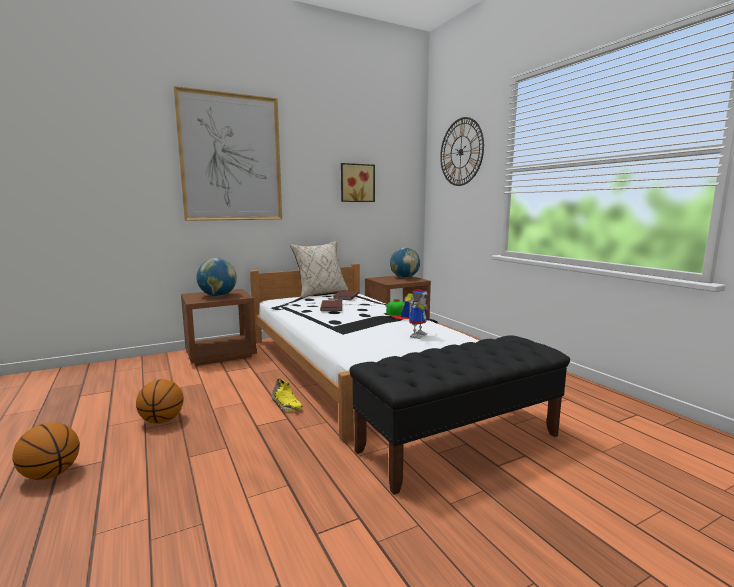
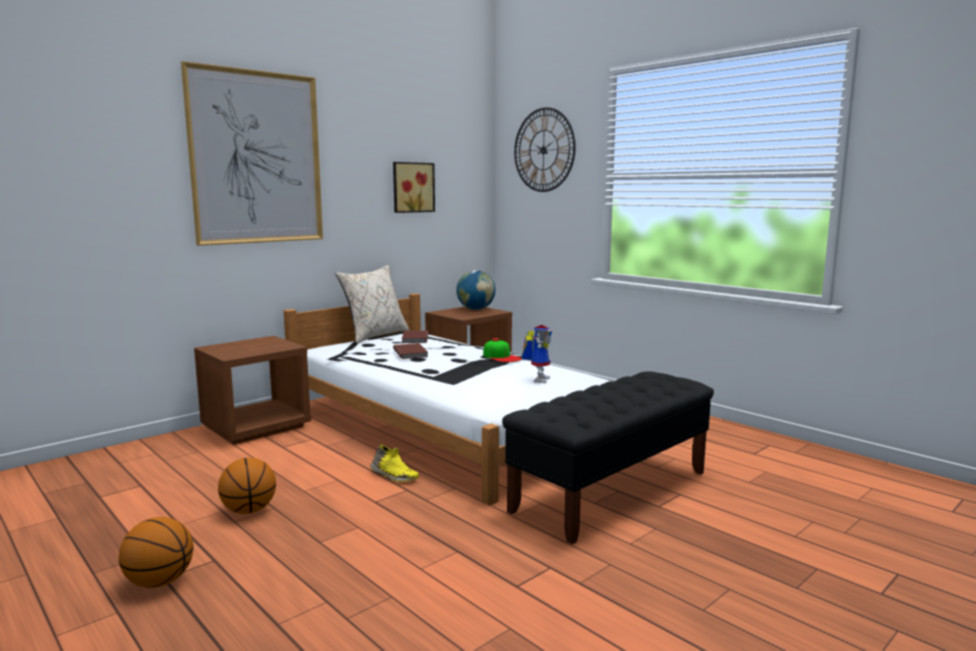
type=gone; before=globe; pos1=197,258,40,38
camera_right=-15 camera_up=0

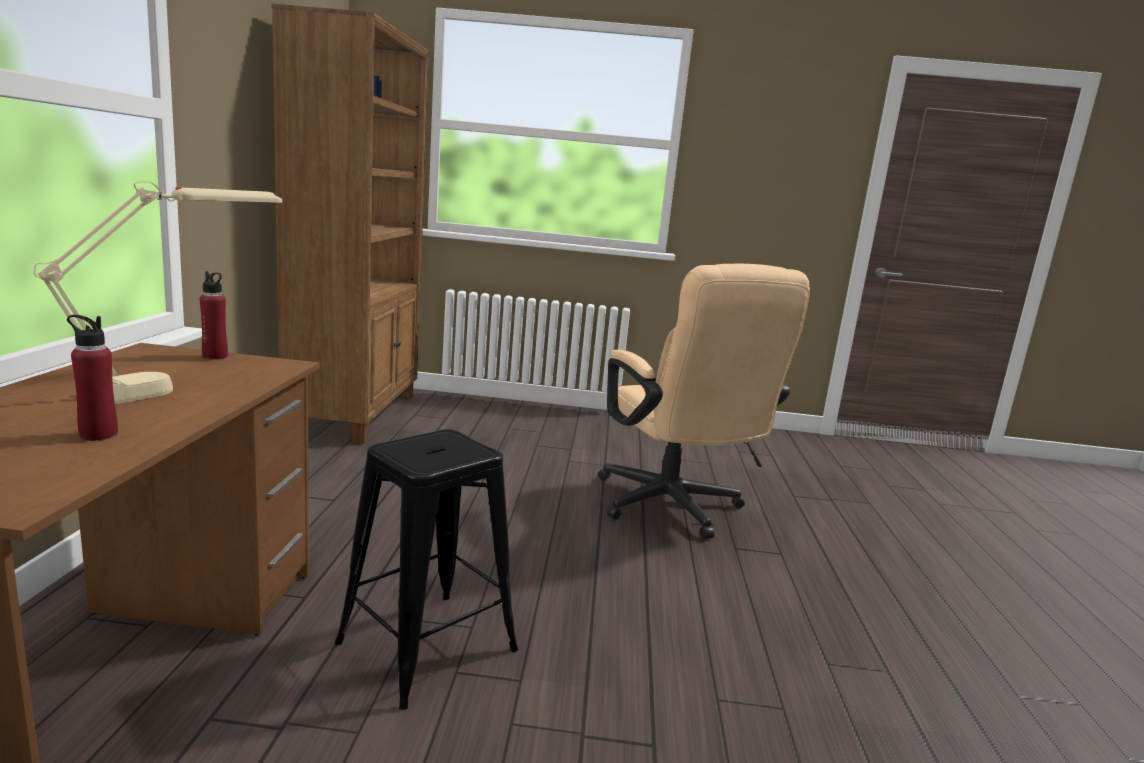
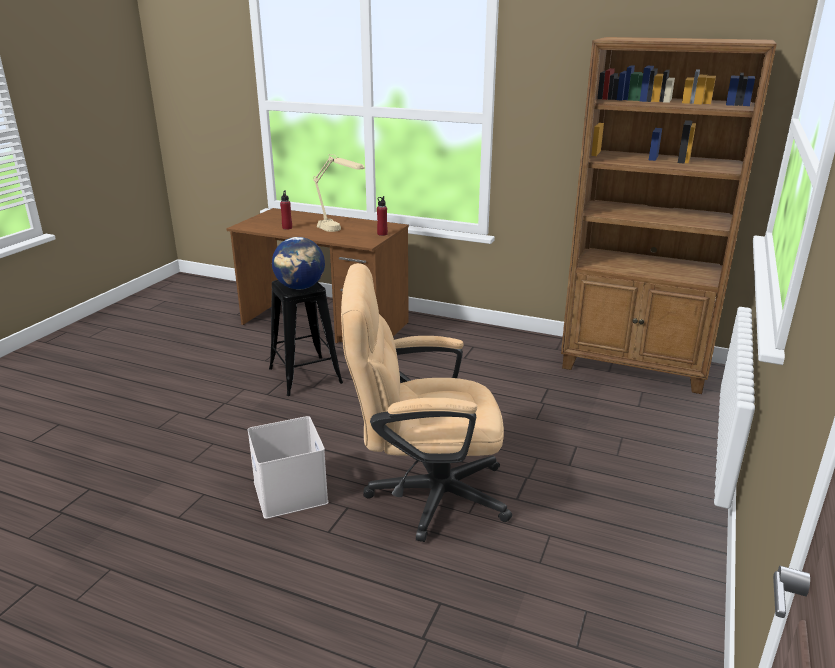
type=new; after=storage box/white; pos2=248,416,81,103
type=new; after=globe; pos2=272,237,53,53
camera_right=110 camera_up=10

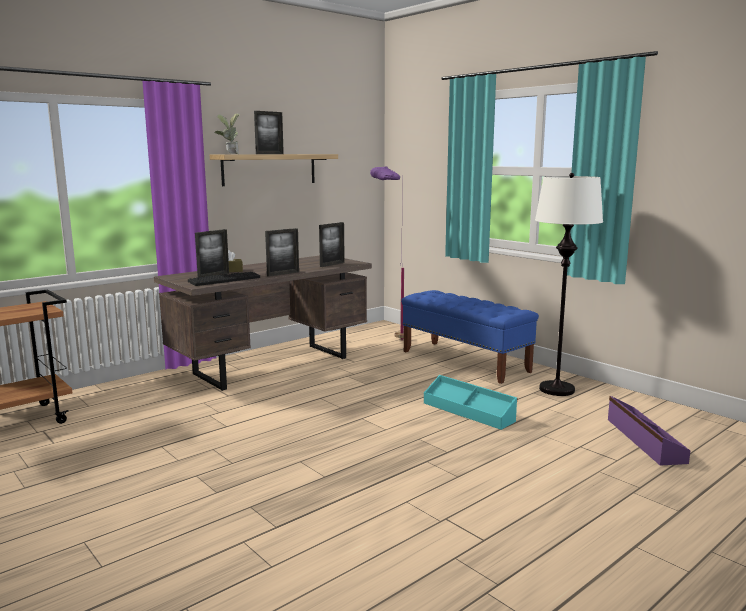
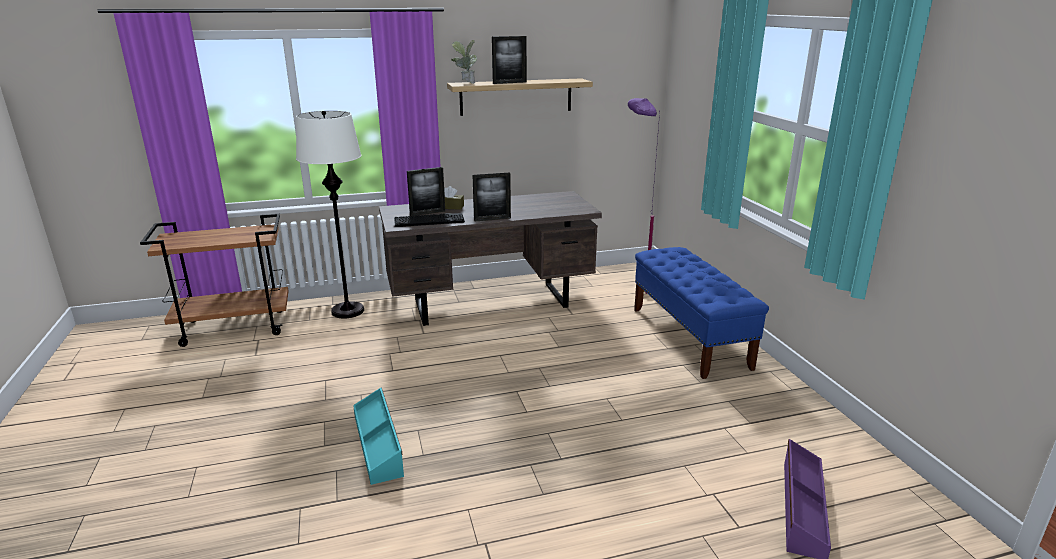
type=shifted; before=floor lamp/white; pos1=535,173,68,223; pos2=296,111,68,208
type=shifted; before=storage box/turquoise; pos1=424,375,93,55; pos2=353,388,51,97
type=gone; before=picture frame; pos1=319,222,26,45
camera_right=25 camera_up=10

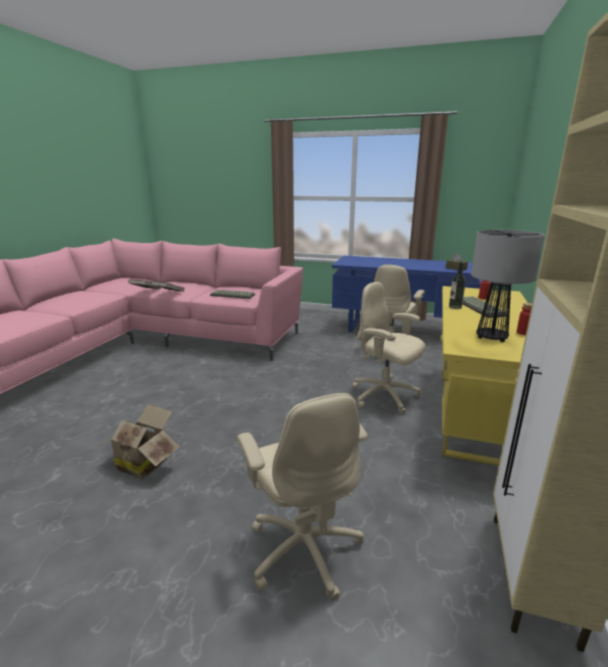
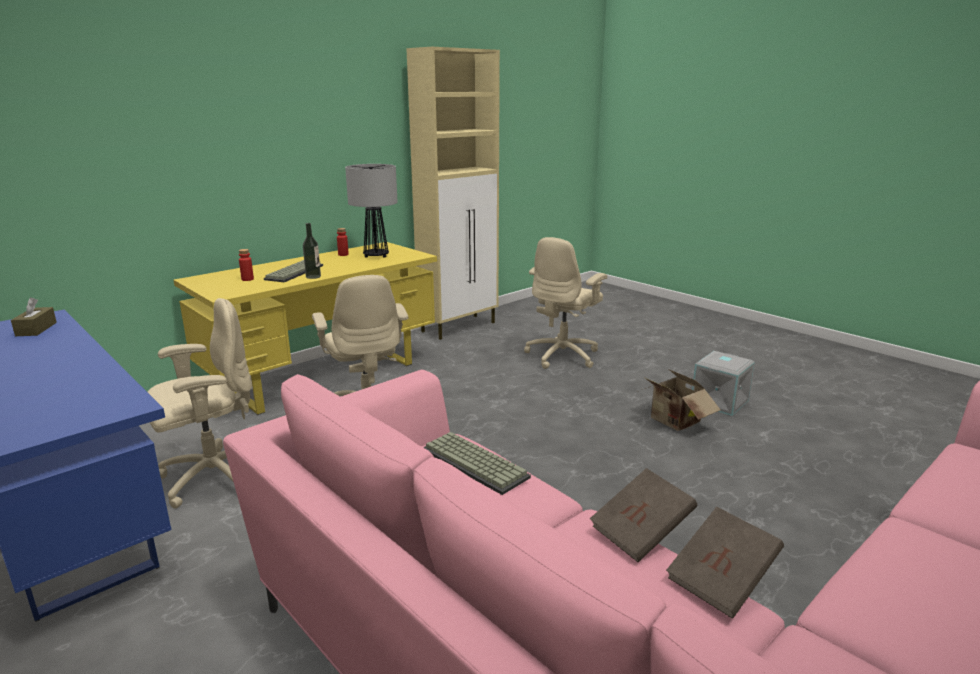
type=rotated; before=office chair/beige; pos1=237,393,131,208; pos2=524,237,83,132; turn=-150
type=new; after=storage box/grey; pos2=692,351,63,65
camera_right=-150 camera_up=0

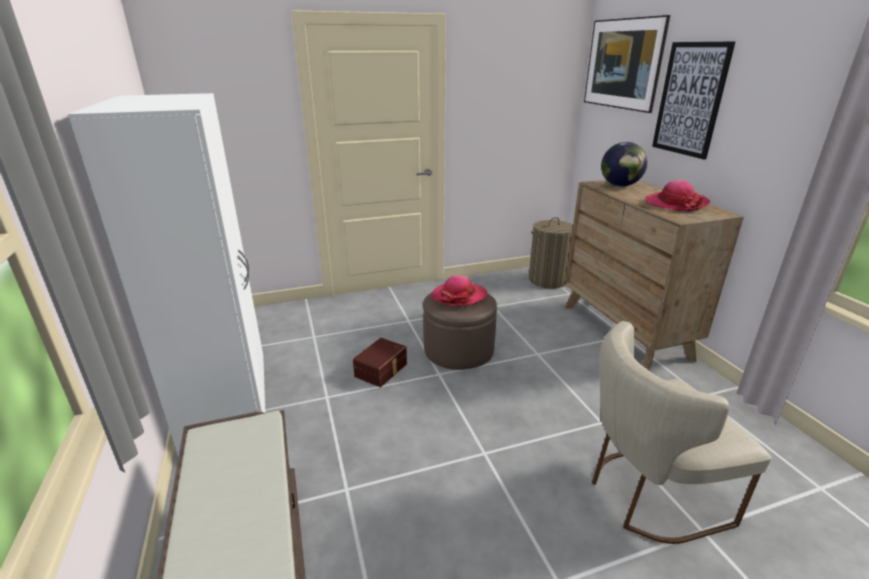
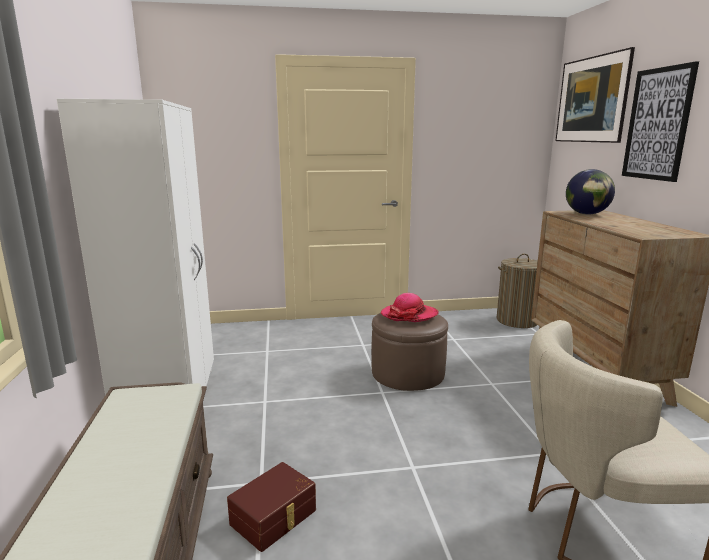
type=shifted; before=storage box/brown; pos1=353,338,54,49; pos2=227,462,89,90
type=gone; before=hat; pos1=645,180,66,31
camera_right=10 camera_up=-10

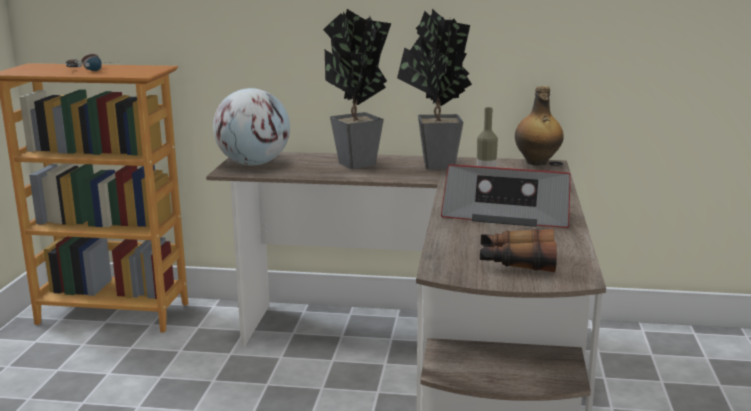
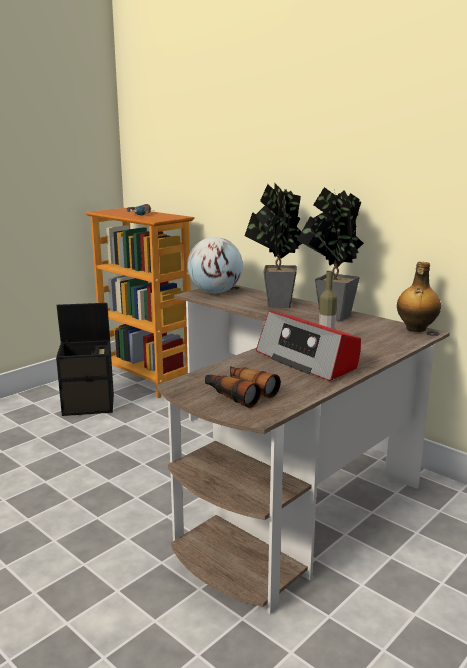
type=new; after=storage box/black; pos2=56,303,58,113
camera_right=35 camera_up=0

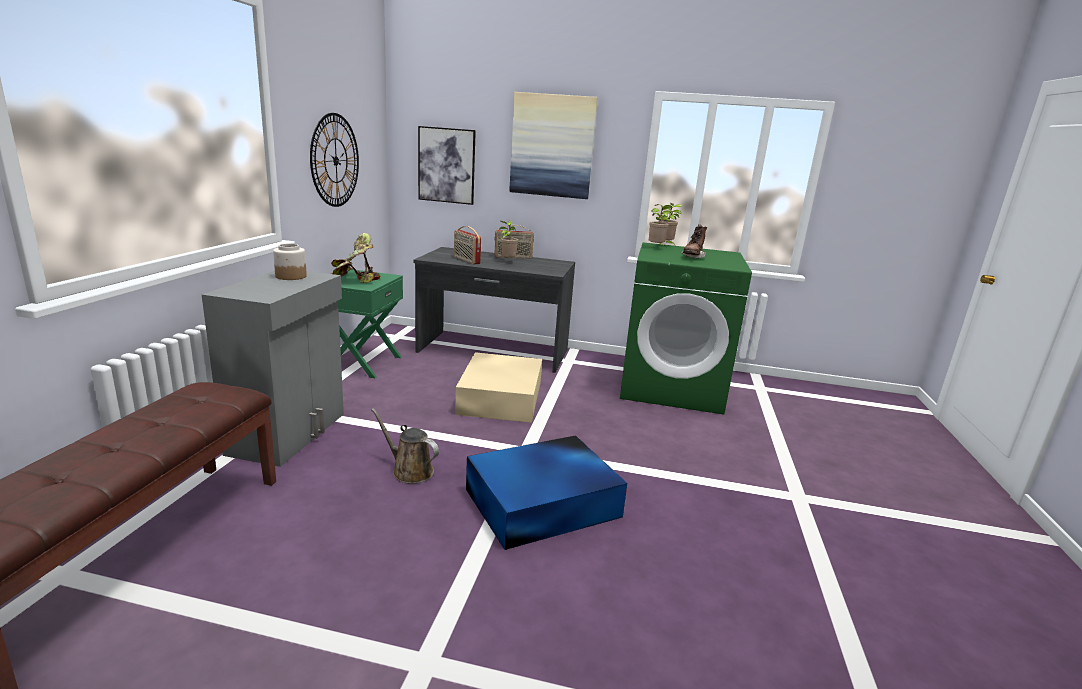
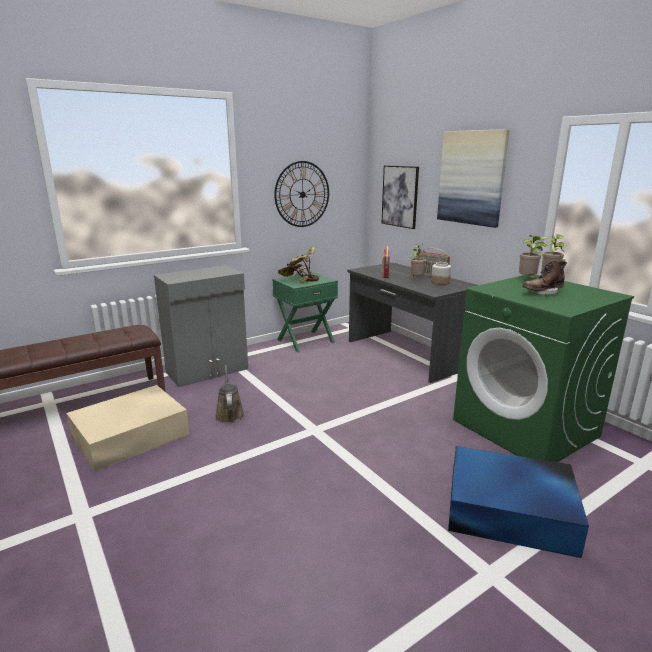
type=shifted; before=storage box/beige; pos1=455,352,87,71; pos2=66,385,123,86
type=shifted; before=jar; pos1=273,244,34,36; pos2=431,262,20,23
type=shifted; before=storage box/blue; pos1=466,435,161,115; pos2=448,446,141,112
camera_right=45 camera_up=0

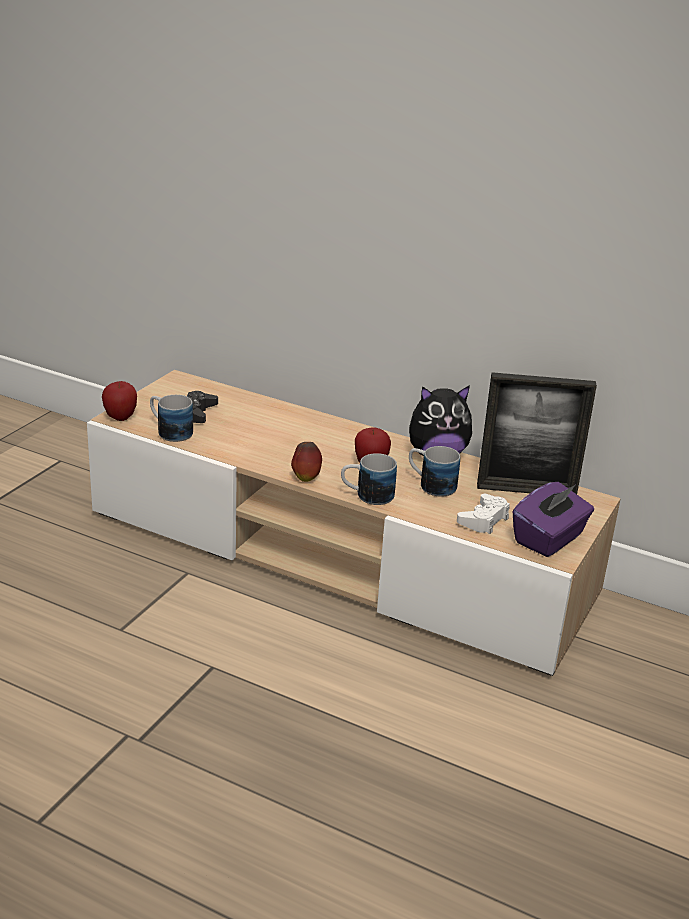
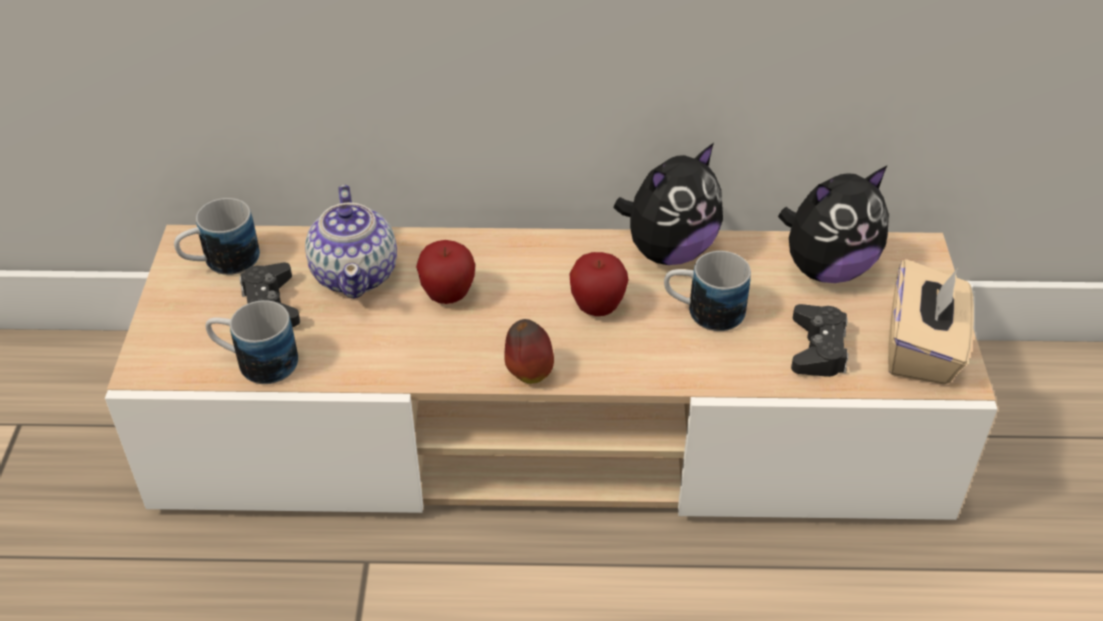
type=shifted; before=mug; pos1=341,453,56,52; pos2=174,198,86,77
type=new; after=teapot; pos2=305,185,92,114
type=shifted; before=apple; pos1=102,381,35,40; pos2=416,240,59,64
type=swapped; before=picture frame; after=plush toy; pos1=477,372,120,122; pos2=778,166,111,117
type=repainted; before=game controller/white; after=game controller/black; pos1=457,494,53,40; pos2=791,304,57,73
type=repainted; before=tissue box/purple; after=tissue box/beige; pos1=513,482,81,75; pos2=888,259,86,126
camera_right=-25 camera_up=15

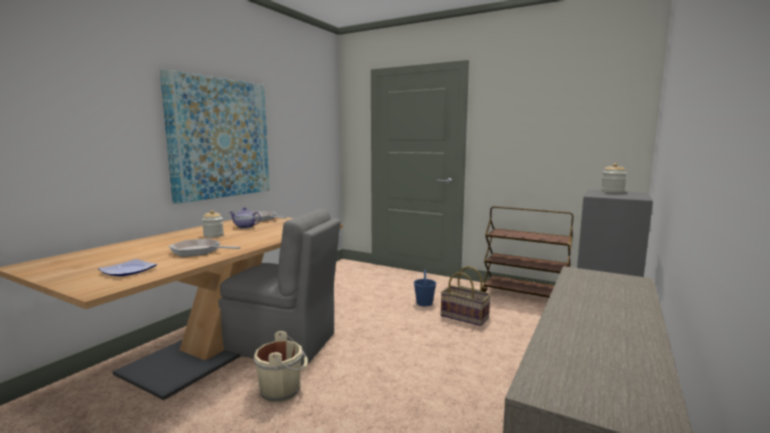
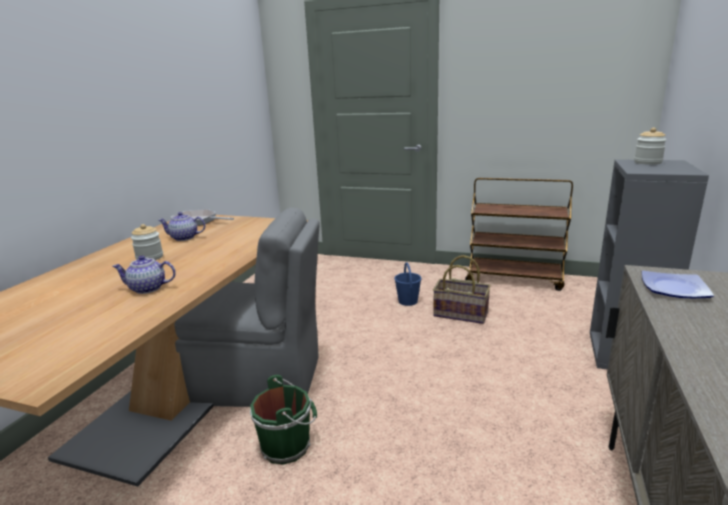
type=swapped; before=frying pan; after=teapot; pos1=169,239,72,18; pos2=112,255,64,39
type=repainted; before=bucket/beige; after=bucket/green; pos1=254,331,54,72; pos2=250,375,67,90
type=shifted; before=plate; pos1=98,259,59,17; pos2=642,271,72,27
type=gone; before=picture; pos1=160,69,110,135
camera_right=-10 camera_up=10

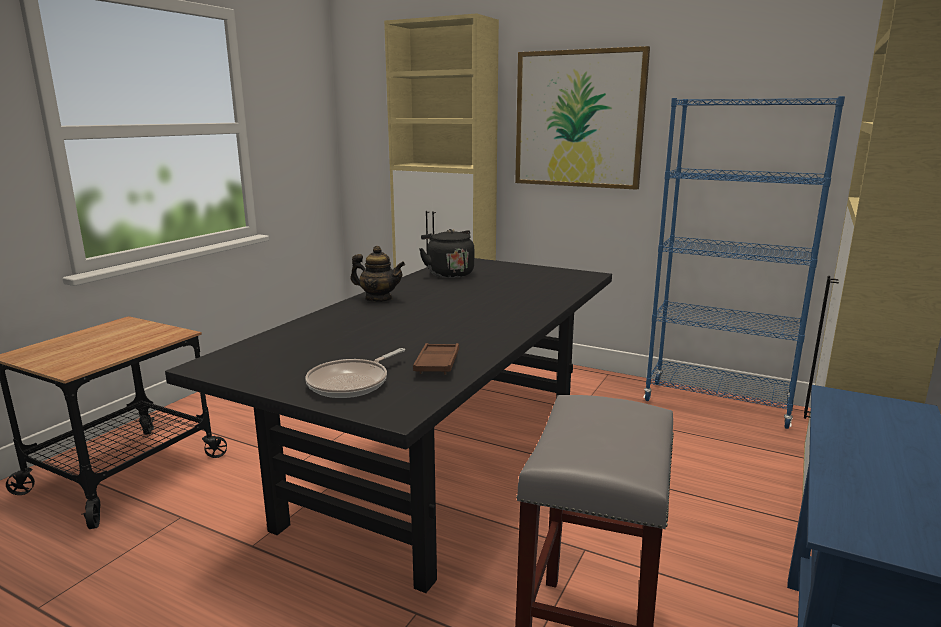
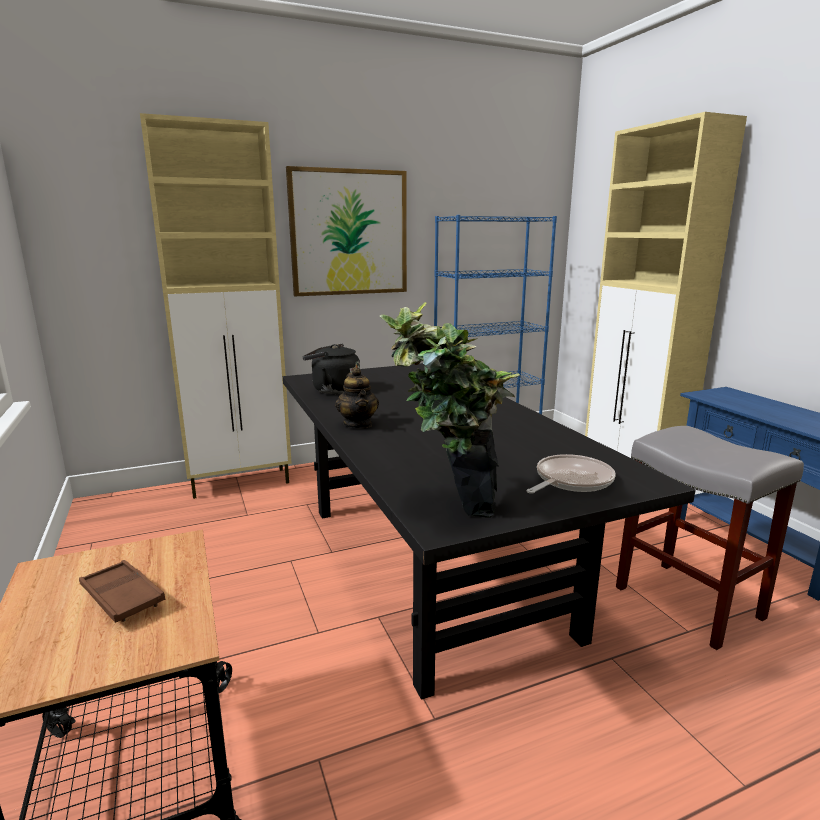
type=shifted; before=tray/brown; pos1=413,343,46,32; pos2=79,560,86,63
type=rotated; before=teapot; pos1=350,246,55,56; pos2=335,367,44,62; turn=105
type=new; after=potted plant; pos2=380,302,140,216
type=rotated; before=frying pan; pos1=305,348,100,50; pos2=527,454,88,40; turn=-120
camera_right=-50 camera_up=0

